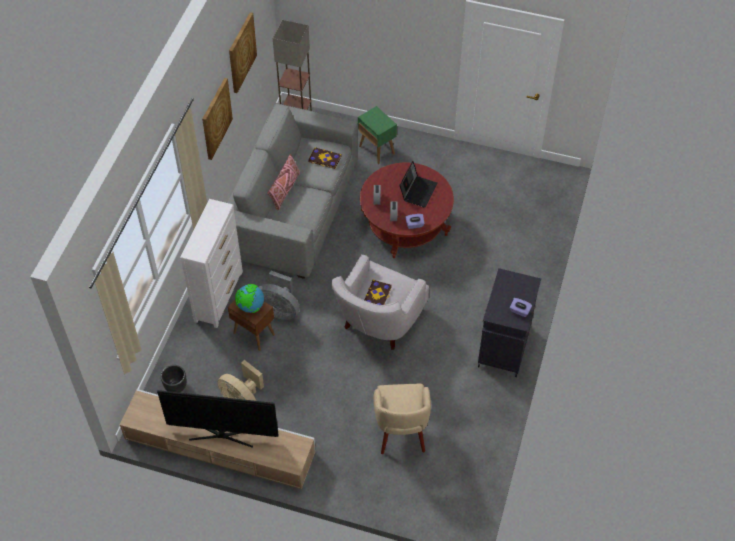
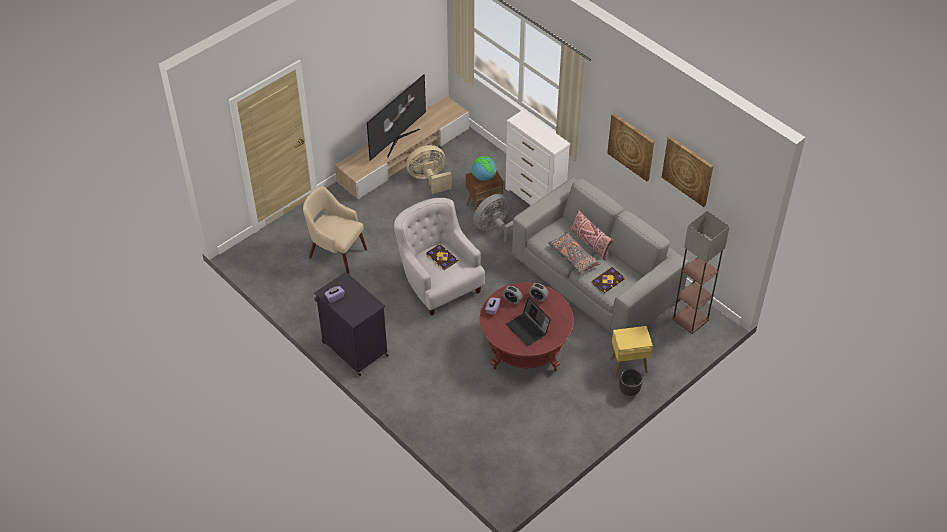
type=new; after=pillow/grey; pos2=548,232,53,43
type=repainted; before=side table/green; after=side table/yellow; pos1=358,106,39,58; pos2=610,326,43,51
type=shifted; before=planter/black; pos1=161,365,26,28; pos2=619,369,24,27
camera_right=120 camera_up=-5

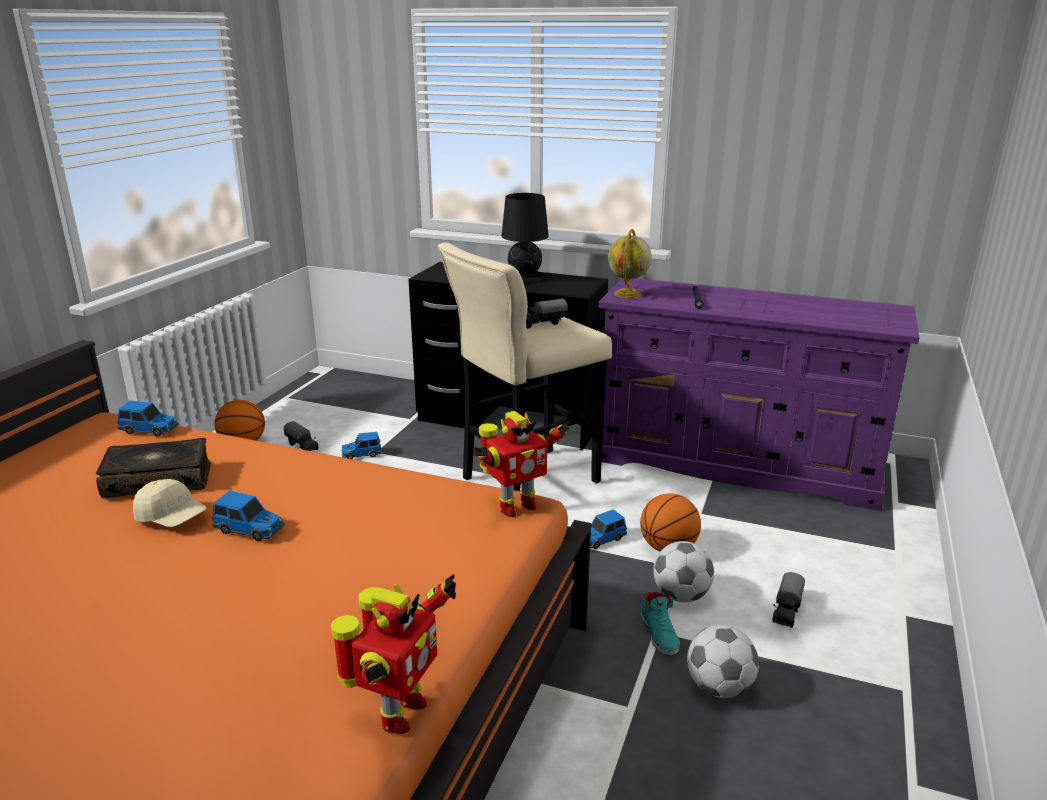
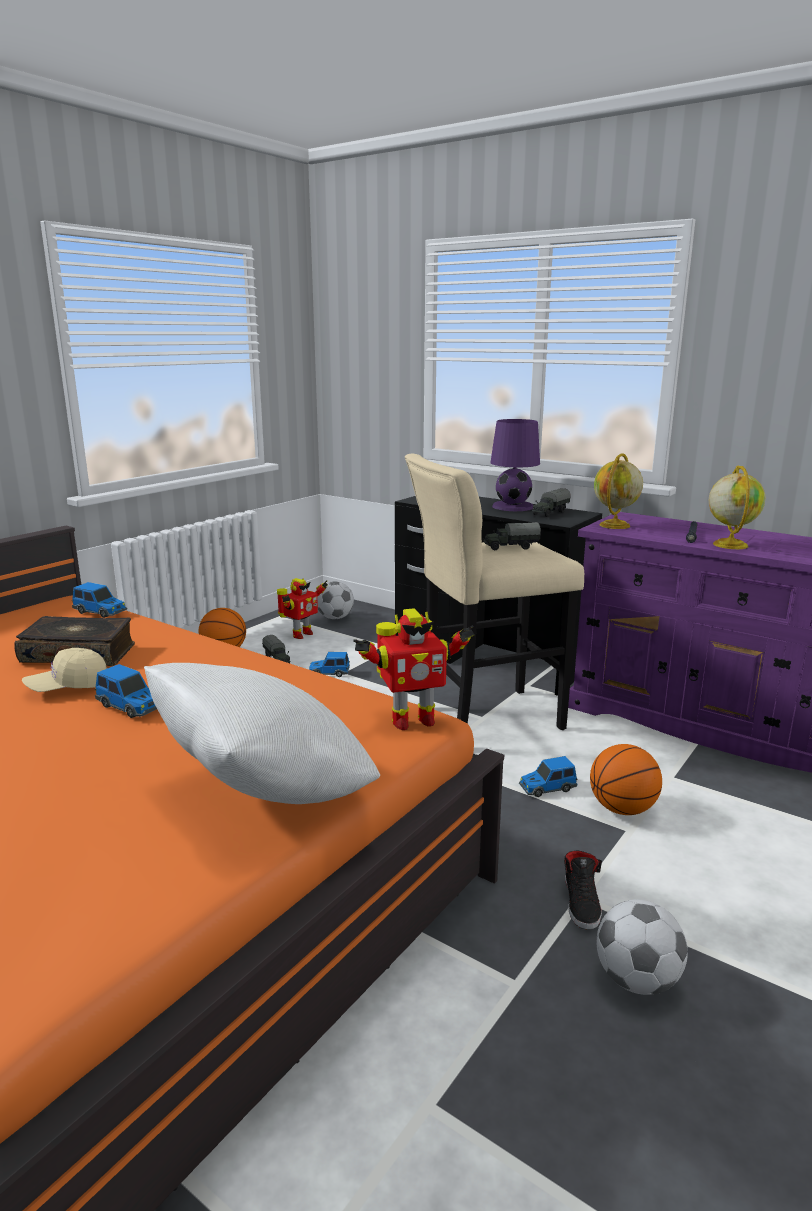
type=rotated; before=cap/beige; pos1=133,479,73,48; pos2=22,648,84,44; turn=105
type=new; after=pillow/white; pos2=144,663,236,141
type=shifted; before=toy robot; pos1=331,575,125,159; pos2=277,578,51,61
type=shifted; before=football; pos1=653,541,61,61; pos2=317,581,37,38
type=repainted; before=table lamp/black; after=table lamp/purple; pos1=502,193,47,90; pos2=490,419,50,92
type=shifted; before=toy truck; pos1=772,572,33,56; pos2=532,488,39,29
type=repainted; before=shoe/turquoise; after=shoe/black; pos1=641,592,39,64; pos2=564,850,38,80
type=new; after=globe; pos2=709,466,56,83
camera_right=15 camera_up=-5

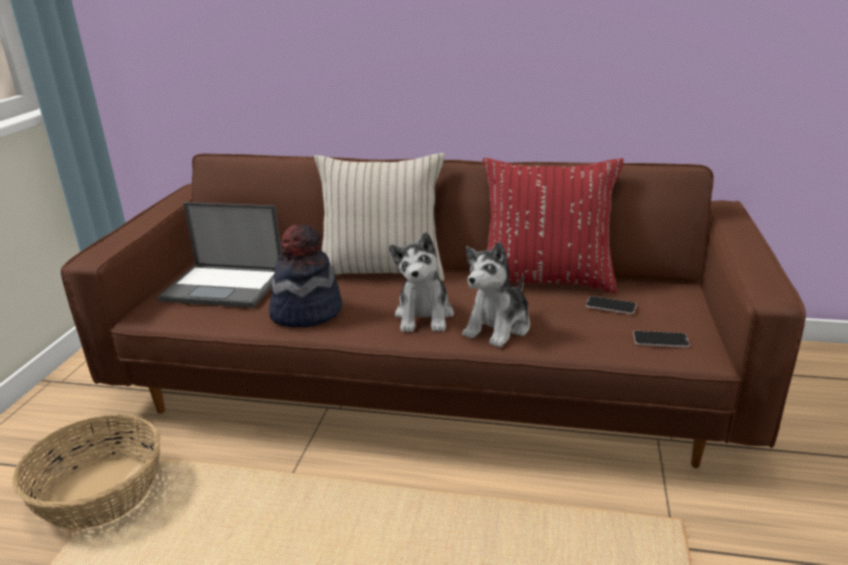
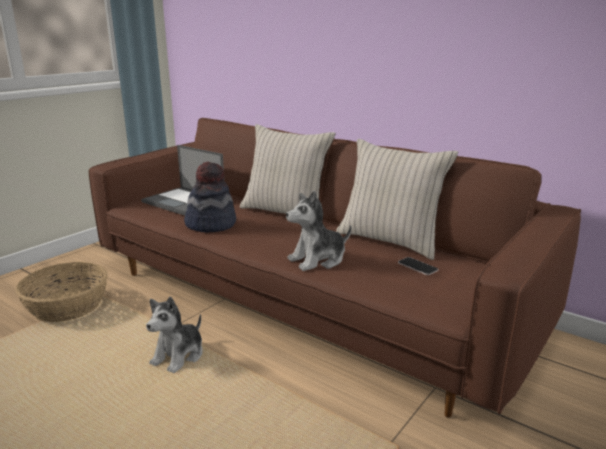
type=shifted; before=plush toy; pos1=389,232,65,100; pos2=146,296,57,77
type=repainted; before=pillow/red; after=pillow/beige; pos1=483,158,141,135; pos2=336,139,122,121
type=gone; before=phone; pos1=633,331,57,16
camera_right=25 camera_up=-5

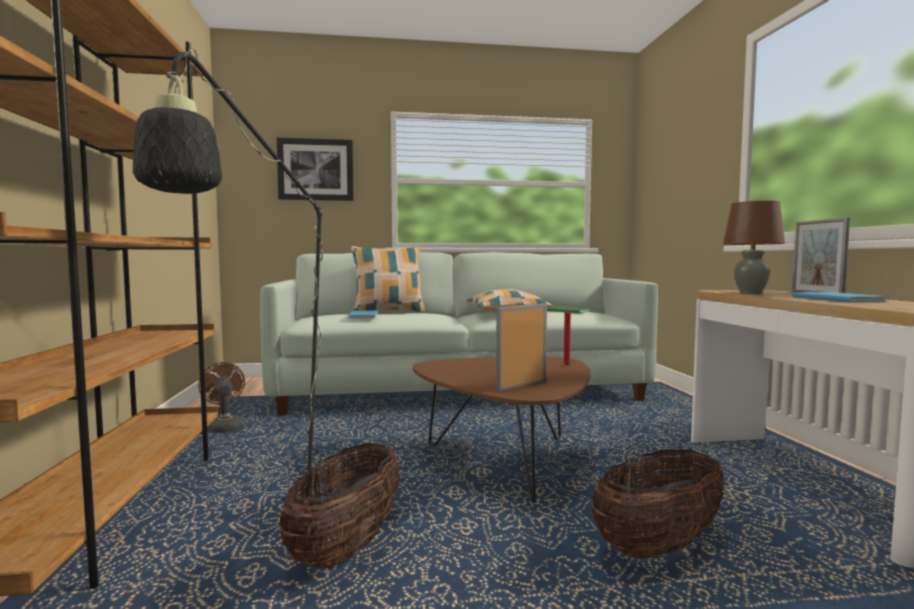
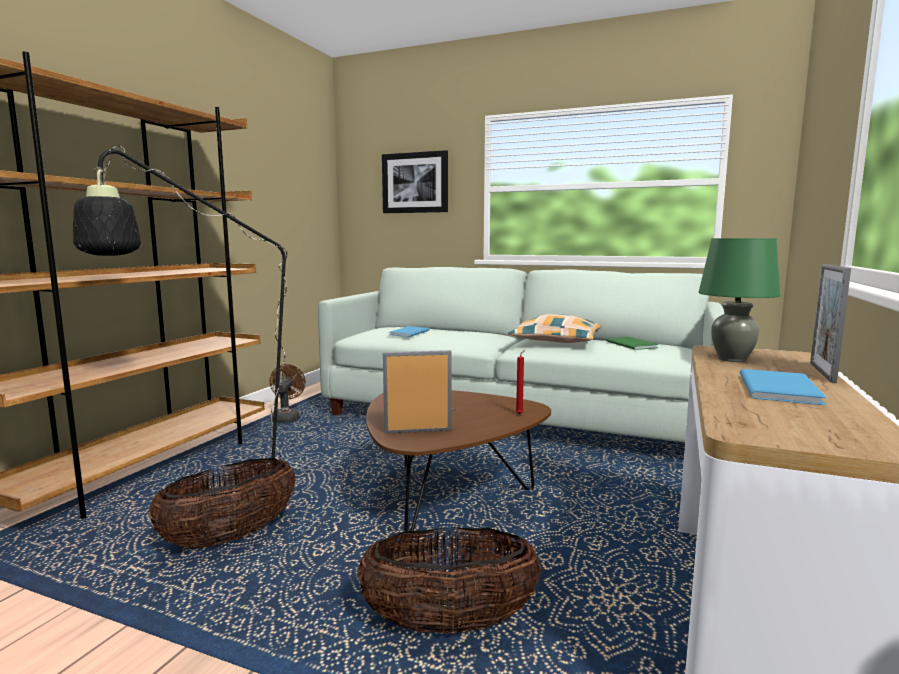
type=repainted; before=table lamp/brown; after=table lamp/green; pos1=723,201,62,93; pos2=698,238,83,124
type=gone; before=pillow; pos1=351,246,74,66
camera_right=30 camera_up=5

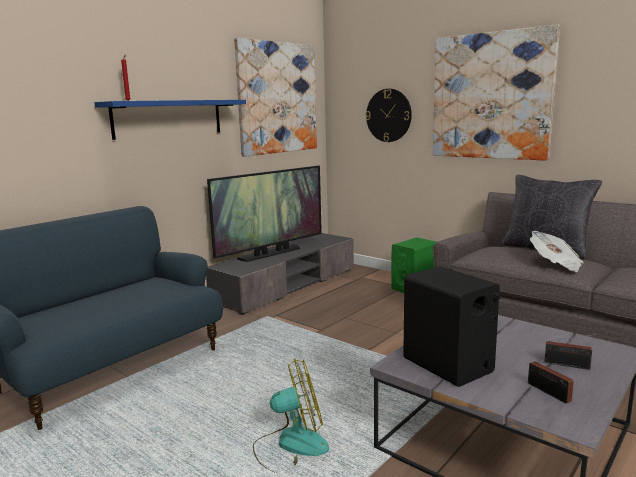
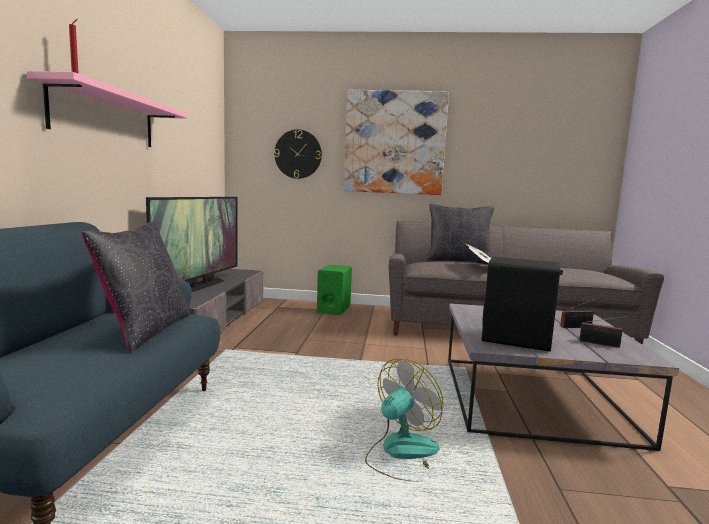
type=repainted; before=shelf/blue; after=shelf/pink; pos1=94,100,152,40; pos2=27,71,161,76
type=new; after=pillow/black; pos2=82,221,108,132
type=gone; before=picture; pos1=234,38,83,119
camera_right=-35 camera_up=-5

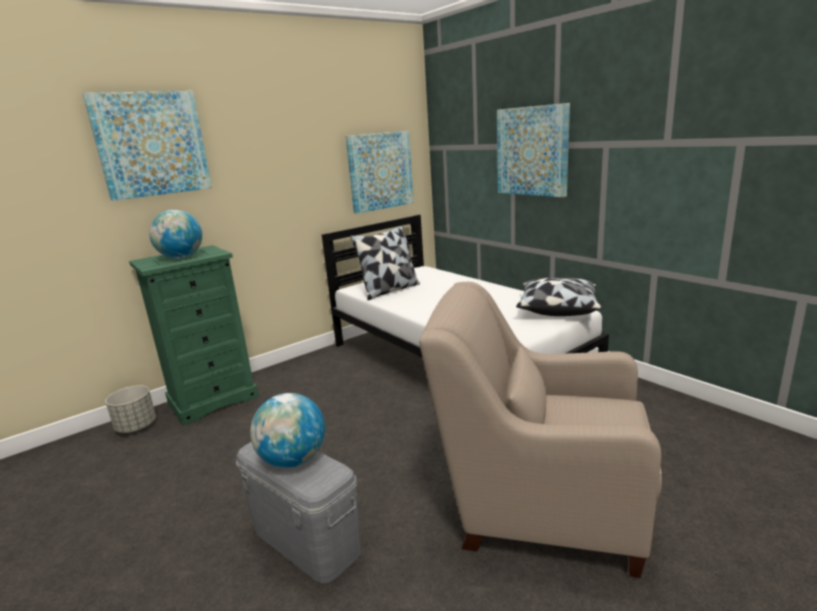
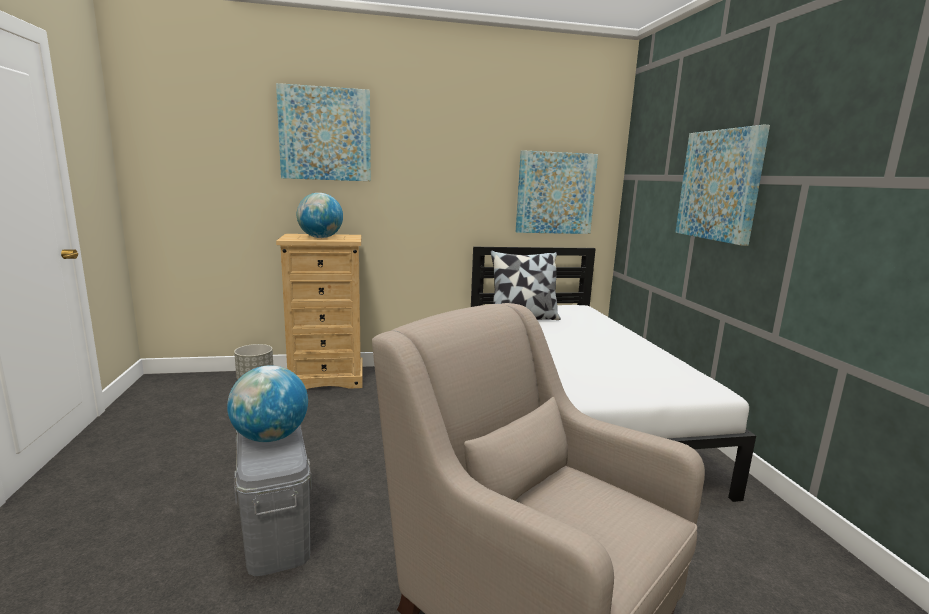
type=repainted; before=dresser/green; after=dresser/beige; pos1=129,245,130,180; pos2=276,234,87,155
type=gone; before=pillow; pos1=516,278,86,38
camera_right=25 camera_up=-5

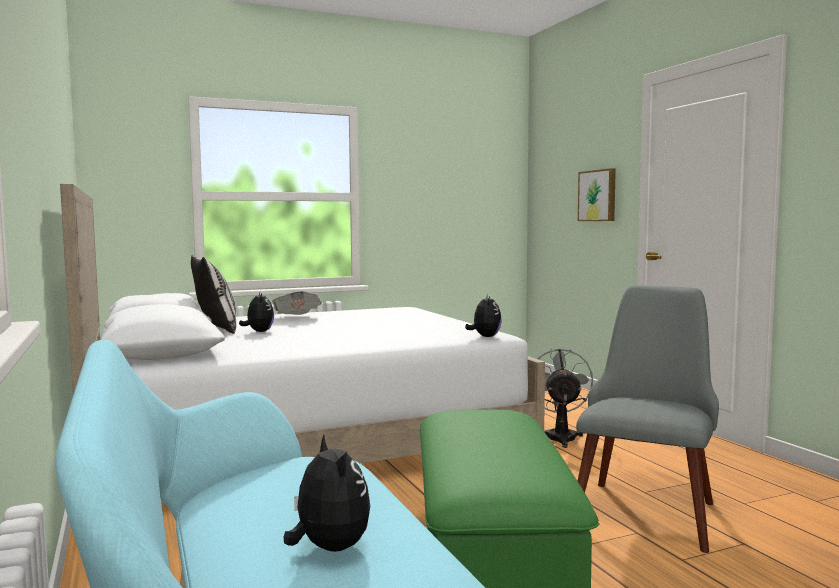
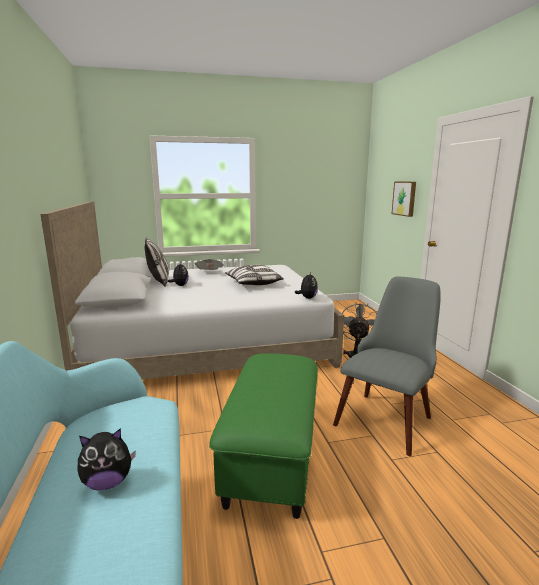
type=rotated; before=plush toy; pos1=284,435,86,117; pos2=77,428,59,63; turn=90
type=new; after=pillow; pos2=225,265,59,20
camera_right=10 camera_up=10

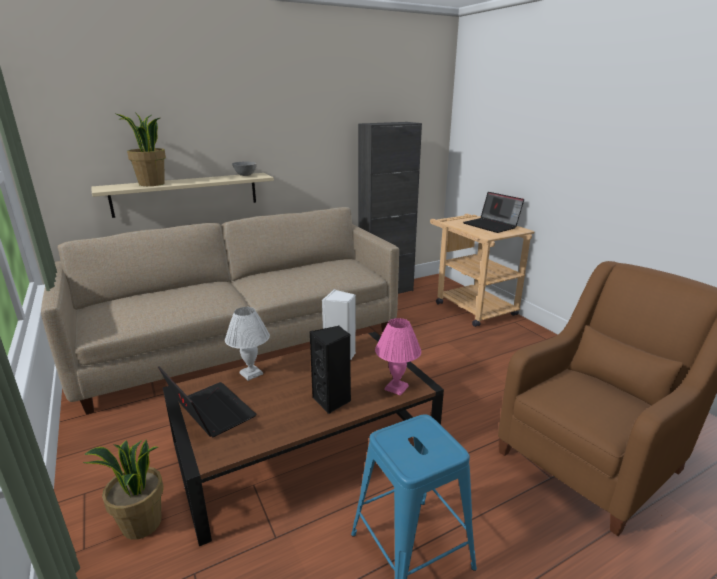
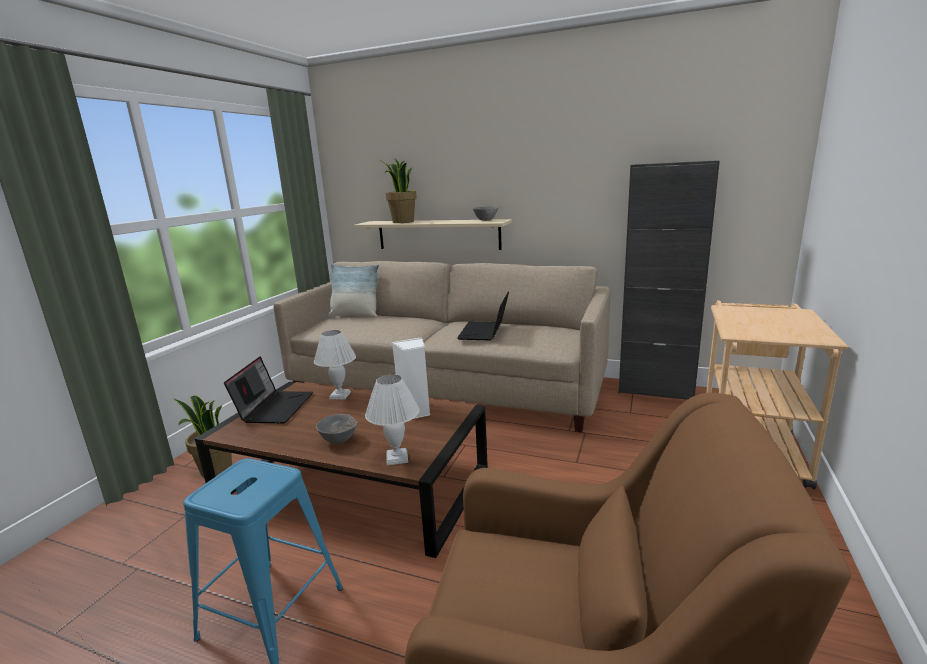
type=swapped; before=speaker/black; after=bowl/grey; pos1=310,326,41,88; pos2=316,414,42,30
type=new; after=pillow; pos2=328,264,51,53
type=repainted; before=table lamp/pink; after=table lamp/white; pos1=375,318,46,78; pos2=365,374,54,91
type=shifted; before=laptop; pos1=463,192,61,41; pos2=457,291,52,50
camera_right=50 camera_up=-5

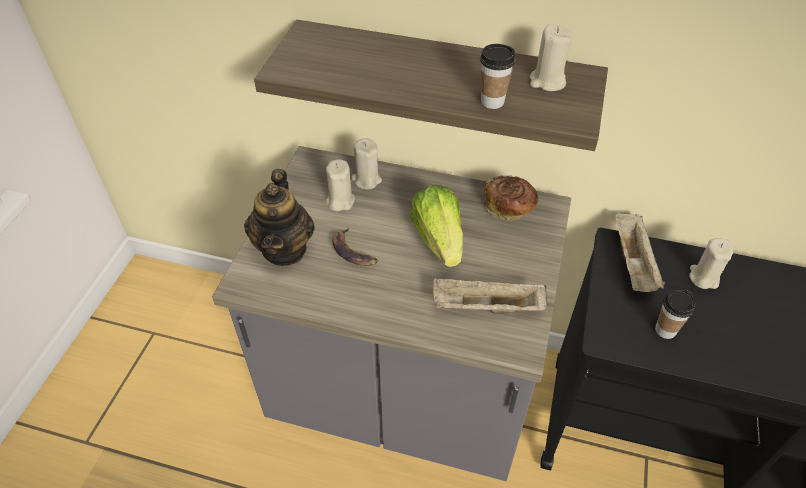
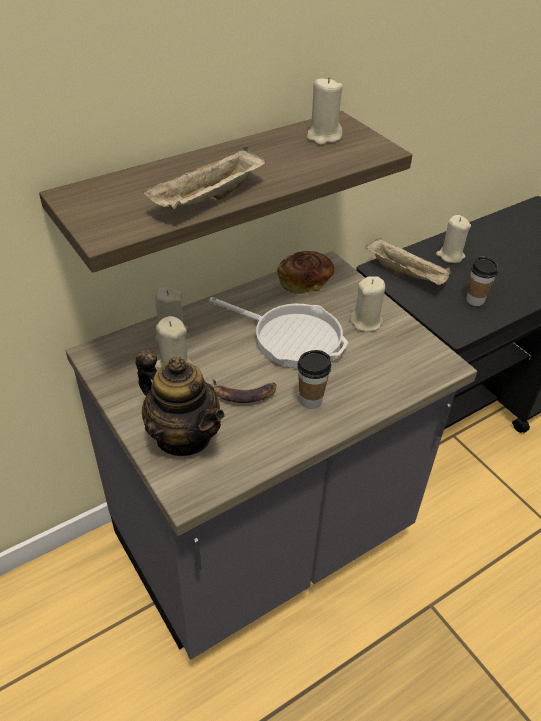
type=shifted; before=tray/beige; pos1=433,278,115,36; pos2=143,147,123,62
type=swapped; before=lettuce; after=frying pan; pos1=410,185,53,82; pos2=209,297,139,71
type=shifted; before=cup; pos1=480,44,35,65; pos2=297,350,34,59
type=new; after=candle/beige; pos2=350,276,35,56
camera_right=-50 camera_up=-5

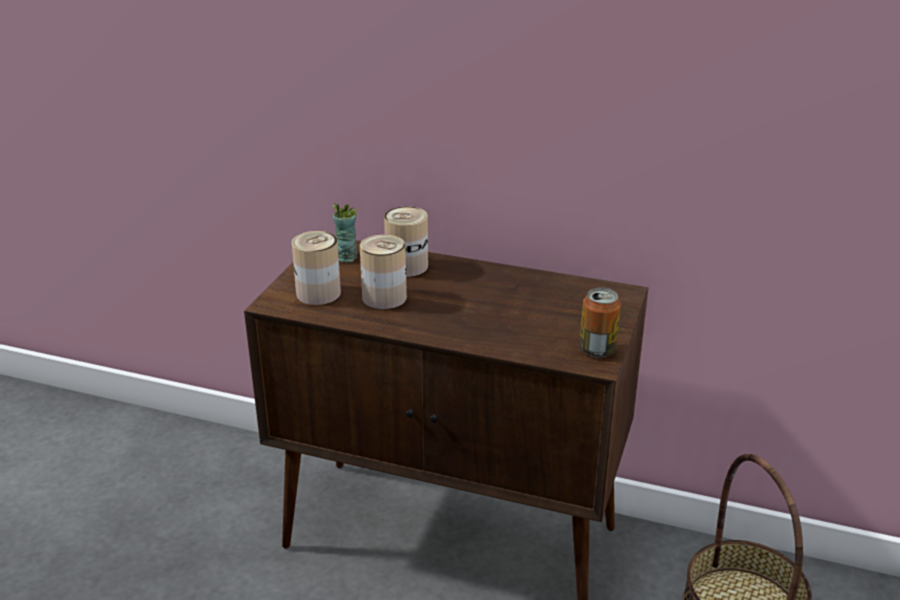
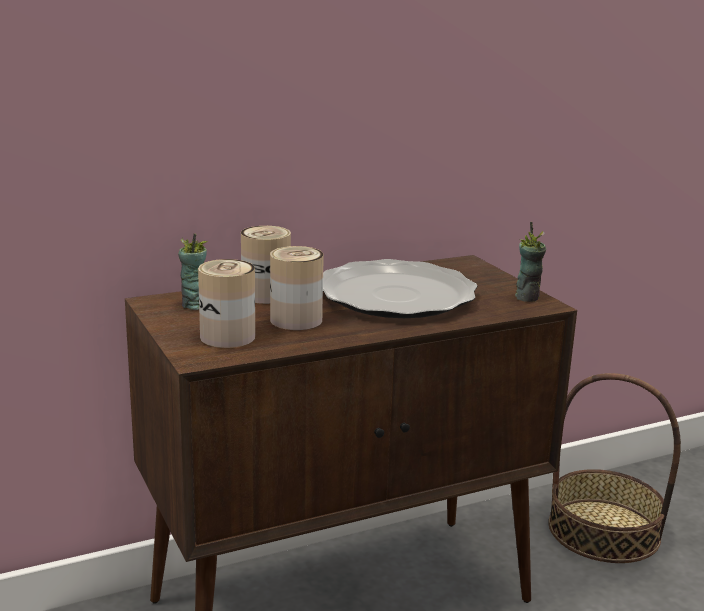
type=new; after=plate; pos2=323,259,154,59
type=swapped; before=can; after=cup; pos1=579,287,42,71; pos2=515,222,31,80
camera_right=-45 camera_up=-10

